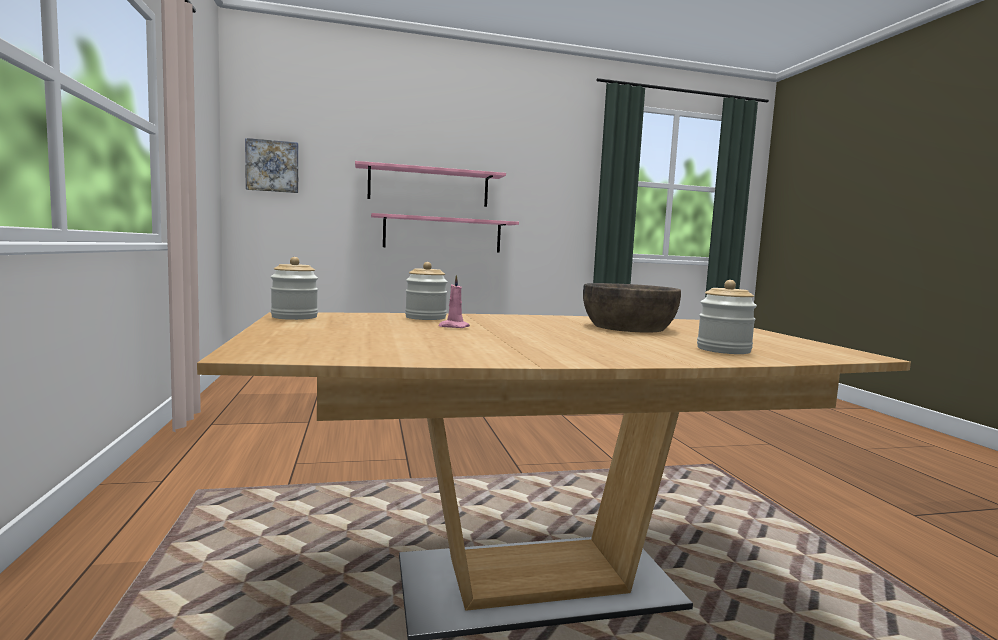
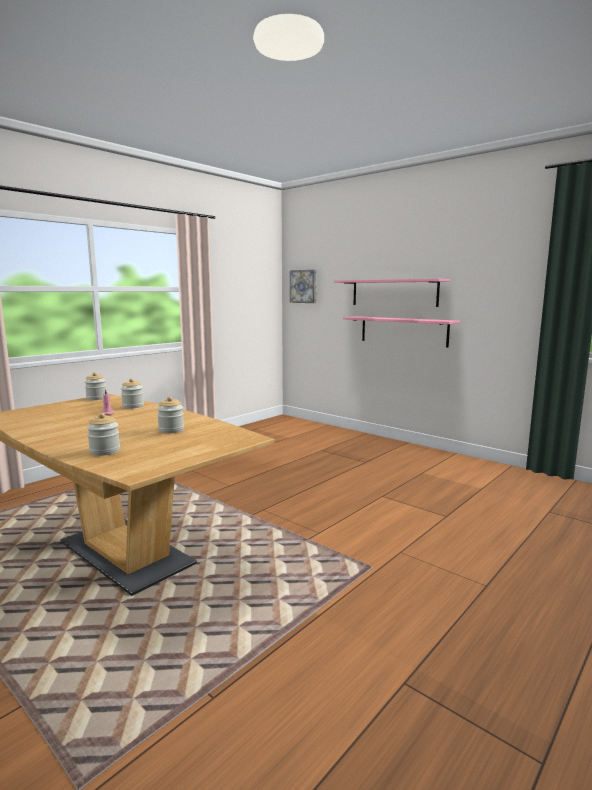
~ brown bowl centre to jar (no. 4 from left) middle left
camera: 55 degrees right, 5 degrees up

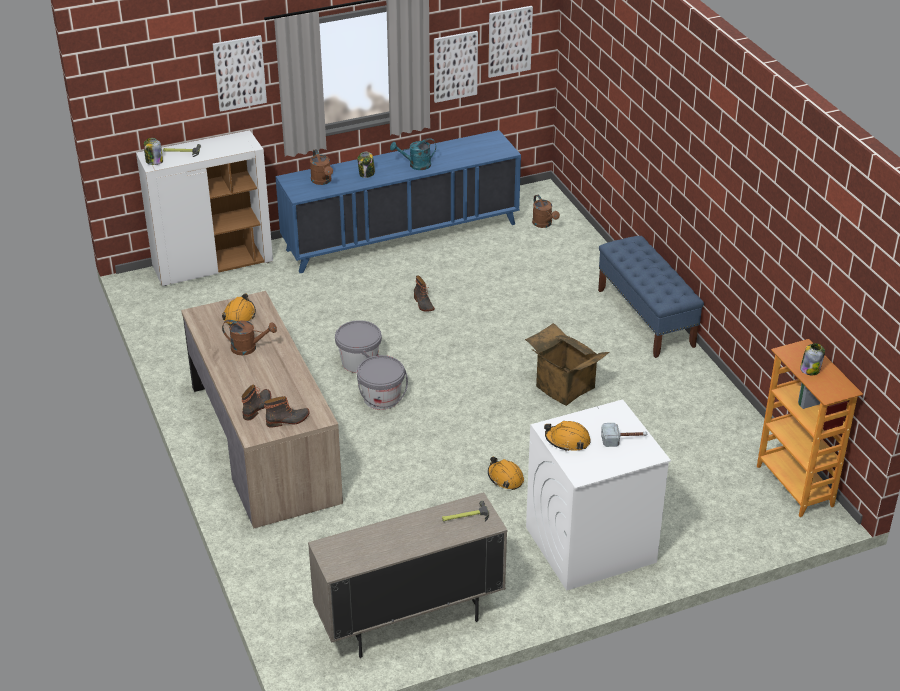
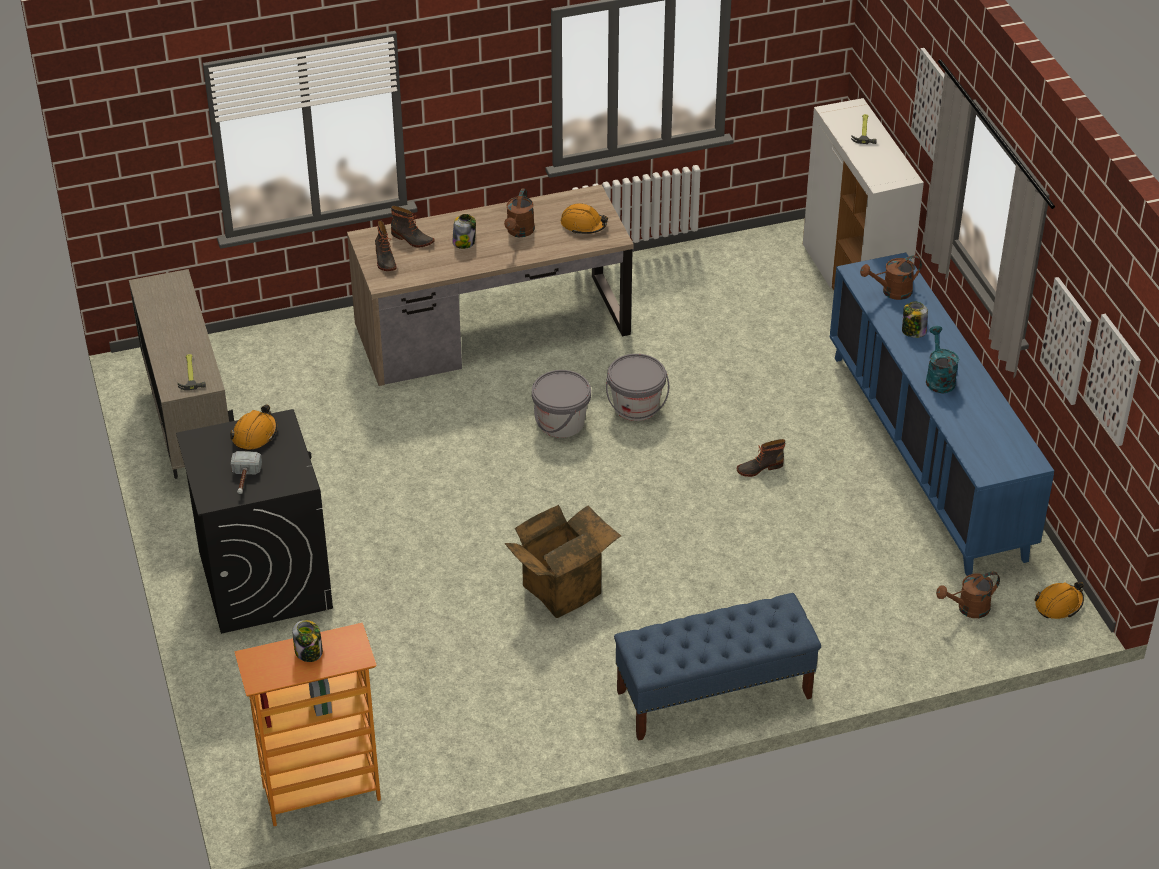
~ jar (no. 1 from left in the first image) top left to jar (no. 2 from left) top centre
~ orange hard hat (no. 2 from left in the first image) bottom centre to orange hard hat (no. 3 from left) bottom right
~ white washing machine bottom centre to black washing machine middle left
camera: 95 degrees right, 5 degrees up

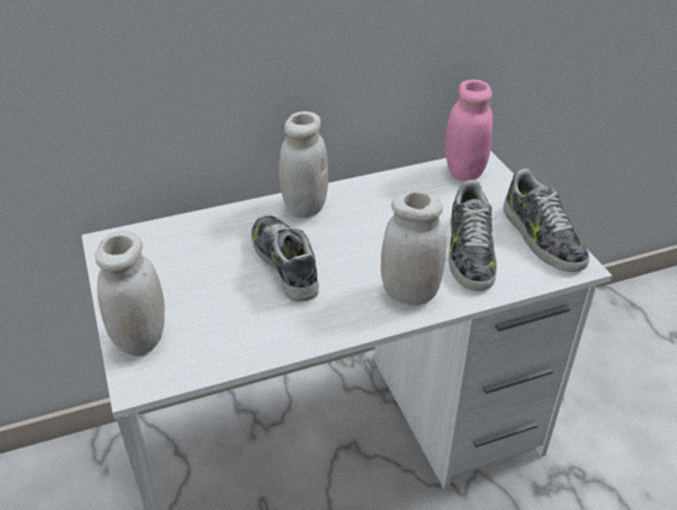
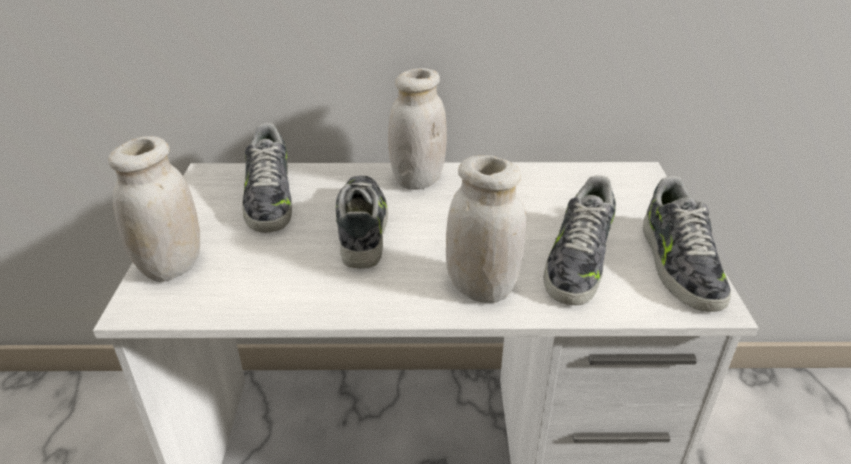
- pink jar top right
+ shoe (no. 1 from left) middle left
camera: 20 degrees right, 5 degrees down

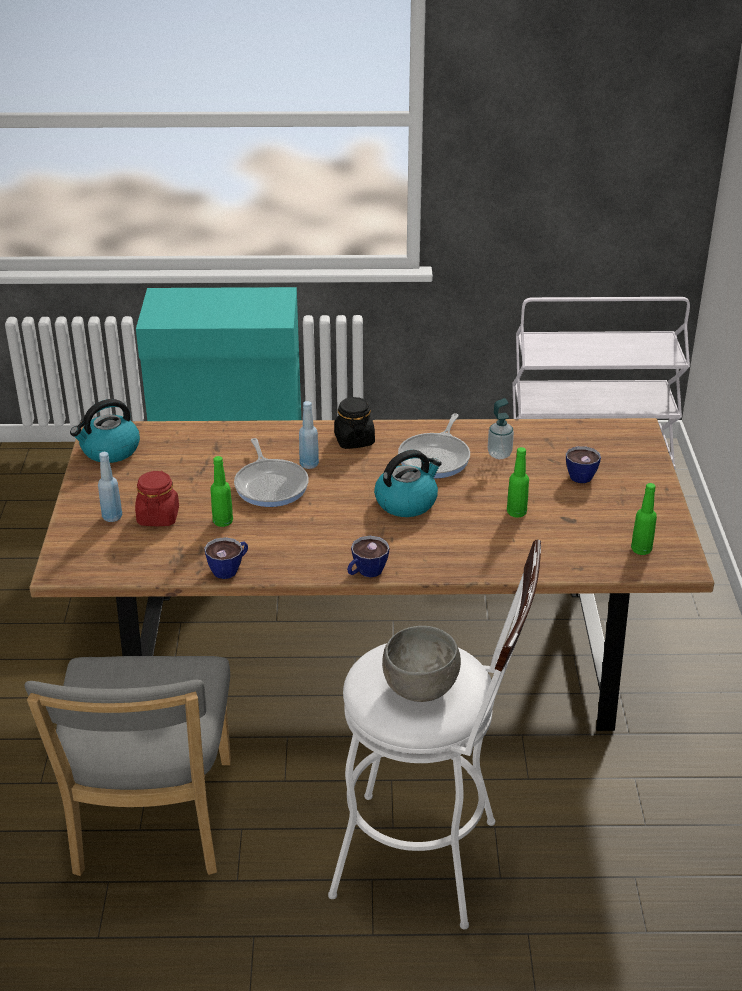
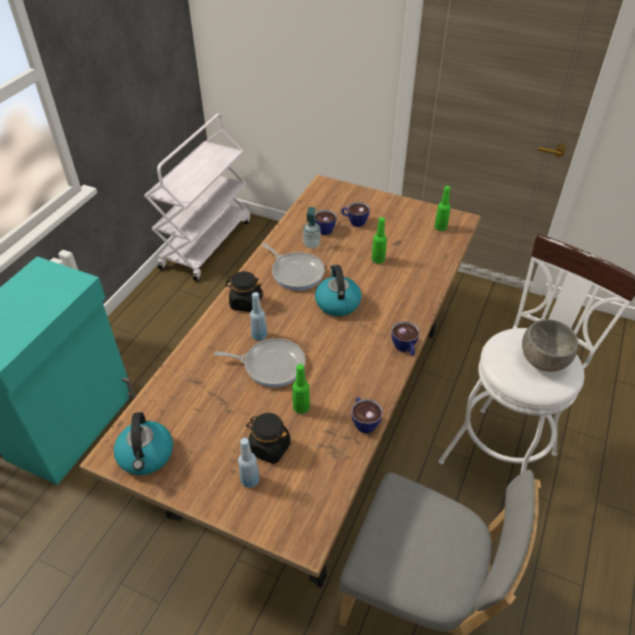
+ cup (no. 1 from left) centre
~ red jar middle left to black jar (no. 2 from left) bottom centre
camera: 65 degrees left, 10 degrees up

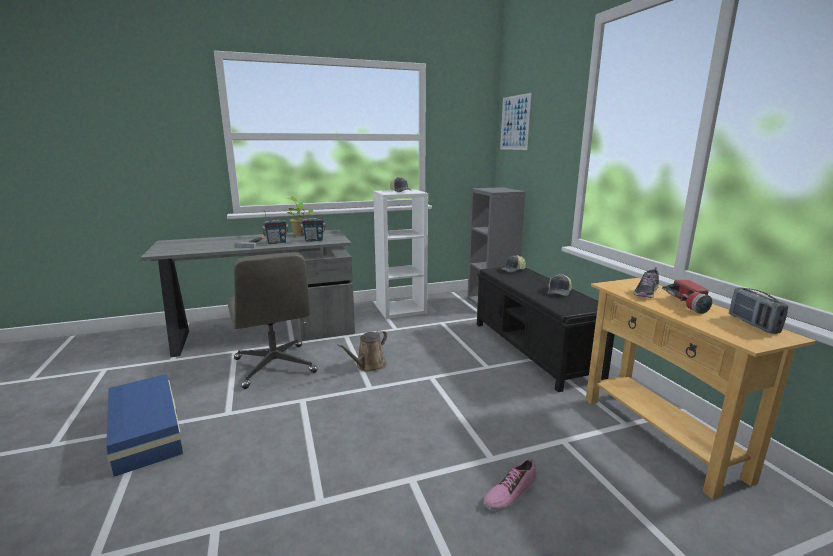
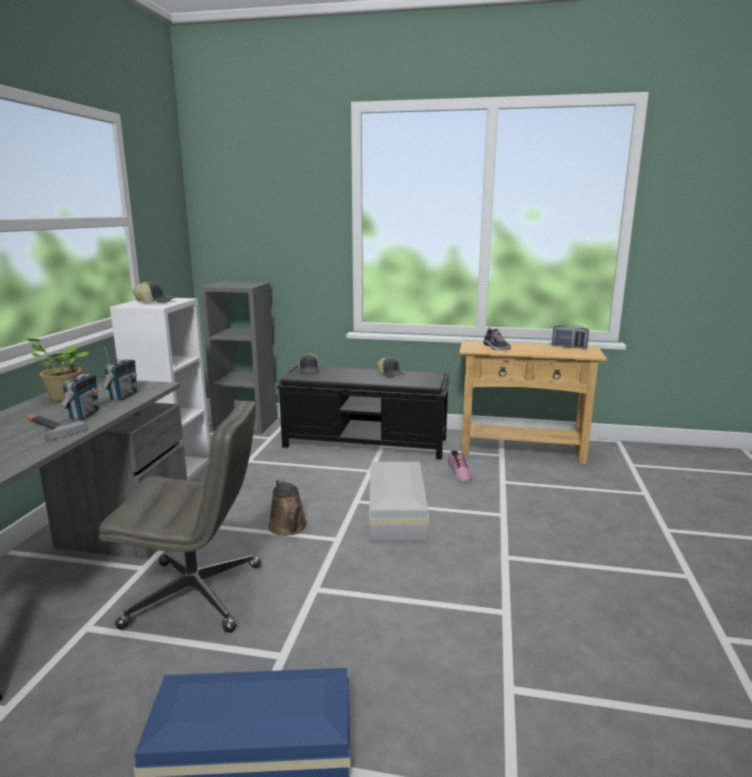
- picture top centre
- flashlight middle right
+ white storage box centre
~ shoe (no. 1 from left) bottom centre to centre
camera: 60 degrees left, 0 degrees up

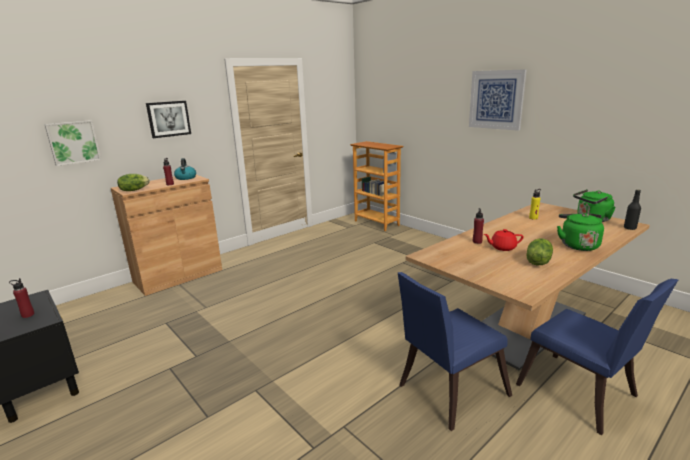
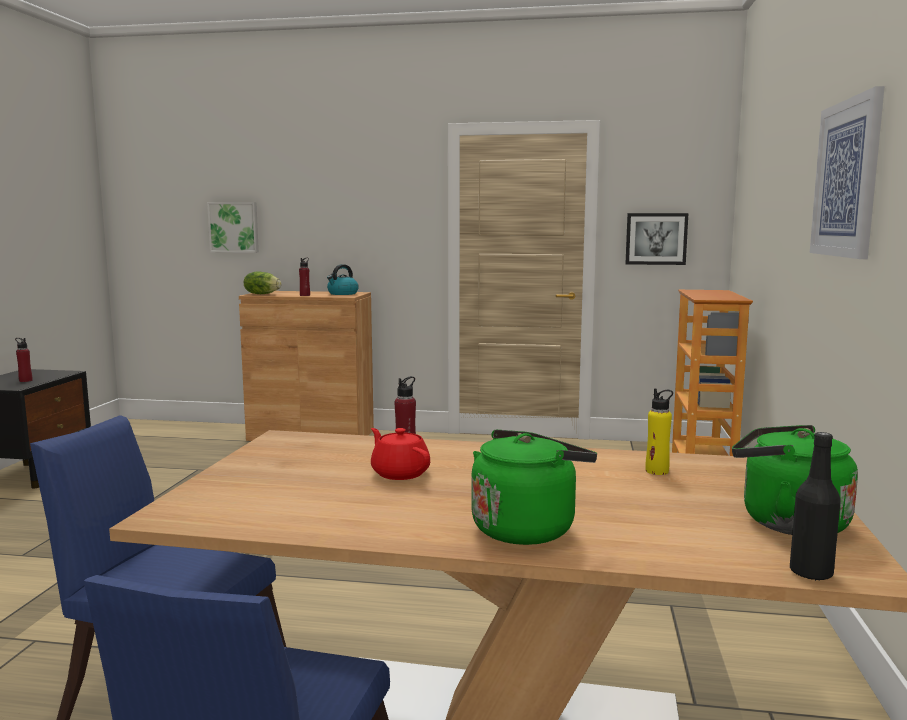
- lettuce (no. 2 from left) middle right
~ picture (no. 2 from left) top left to top right
camera: 50 degrees right, 10 degrees down

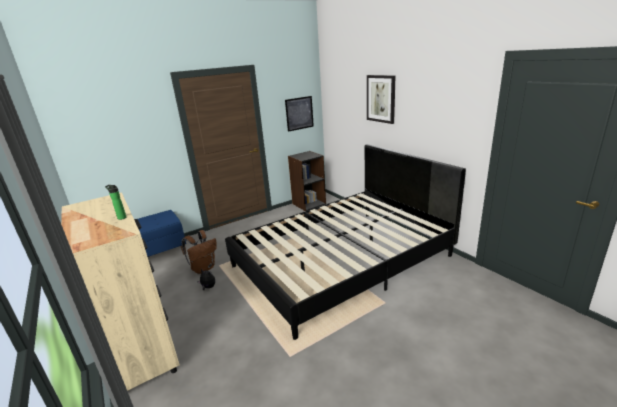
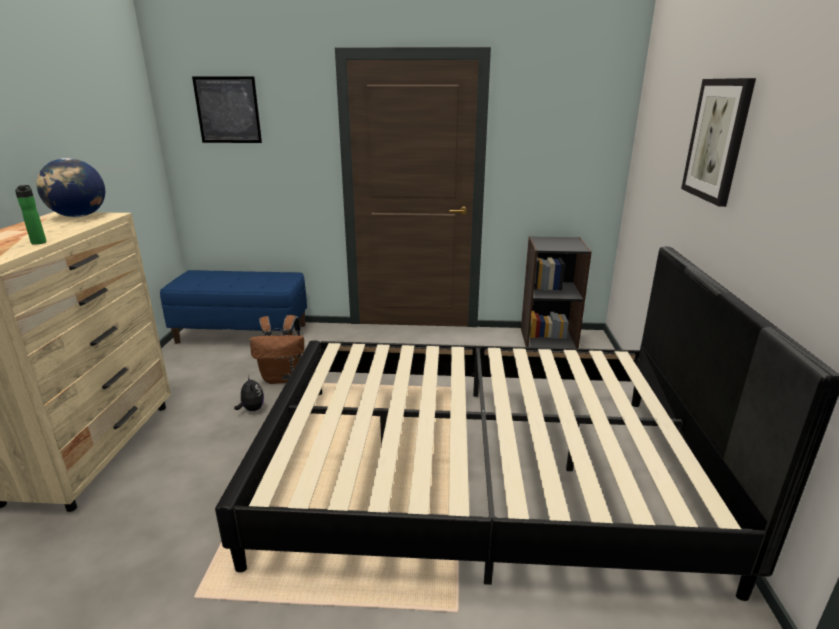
+ globe top left
~ picture (no. 1 from left) top centre to top left
camera: 35 degrees right, 0 degrees up

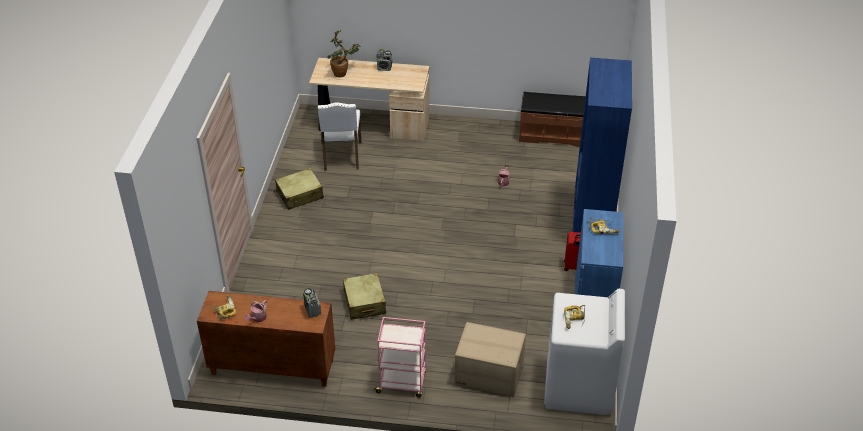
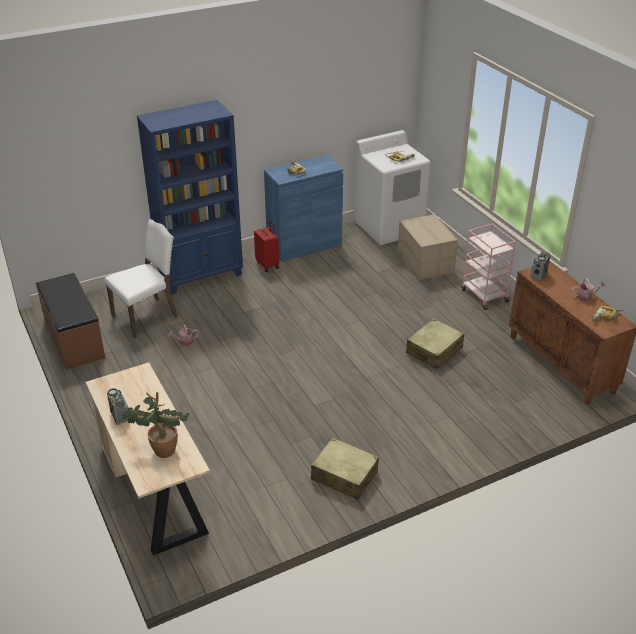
~ white chair top centre to middle left
camera: 125 degrees left, 5 degrees down

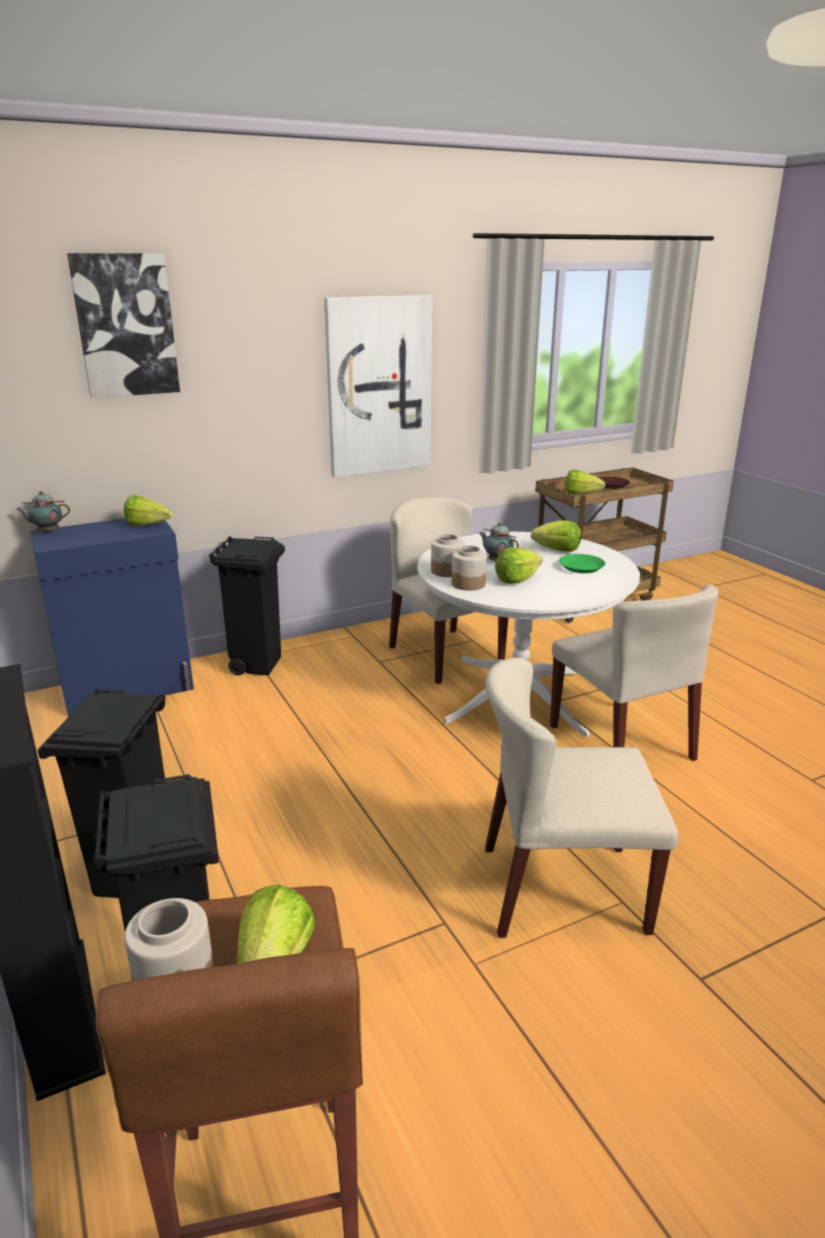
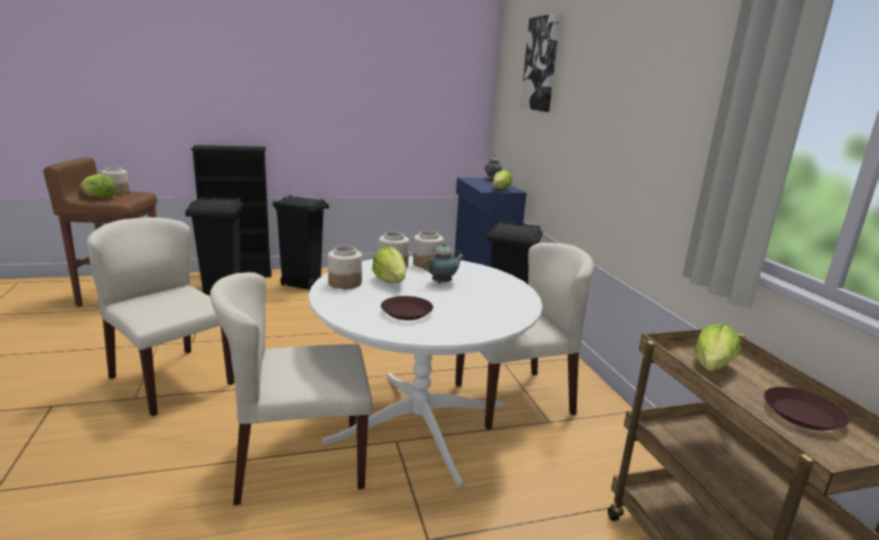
- picture (no. 2 from left) top centre
- lettuce (no. 4 from left) middle right
+ jar (no. 2 from left) centre
~ green plate middle right to brown plate (no. 1 from left) centre
~ beige chair (no. 2 from left in the first image) middle right = middle left 60 degrees counterclockwise
camera: 100 degrees right, 5 degrees down

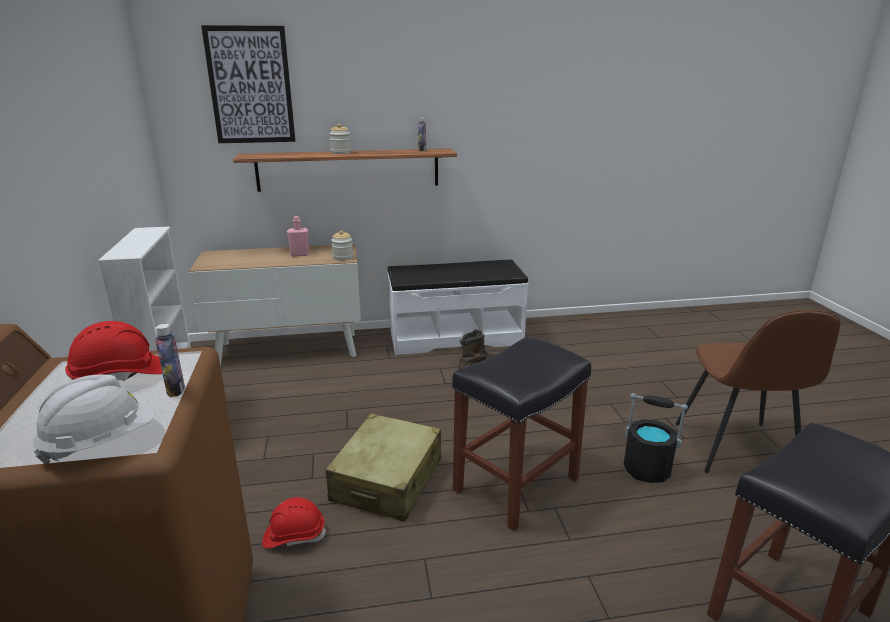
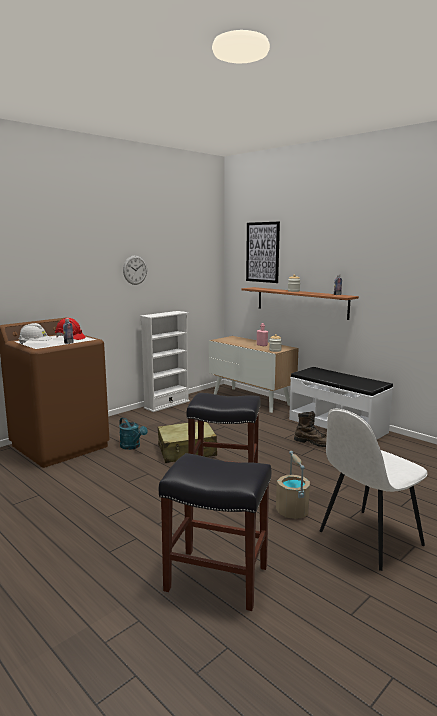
+ wall clock middle left
~ red hard hat (no. 2 from left) bottom left to turquoise watering can middle left
~ black bucket bottom right to beige bucket bottom right
~ brown chair middle right to white chair bottom right
camera: 55 degrees right, 10 degrees down

